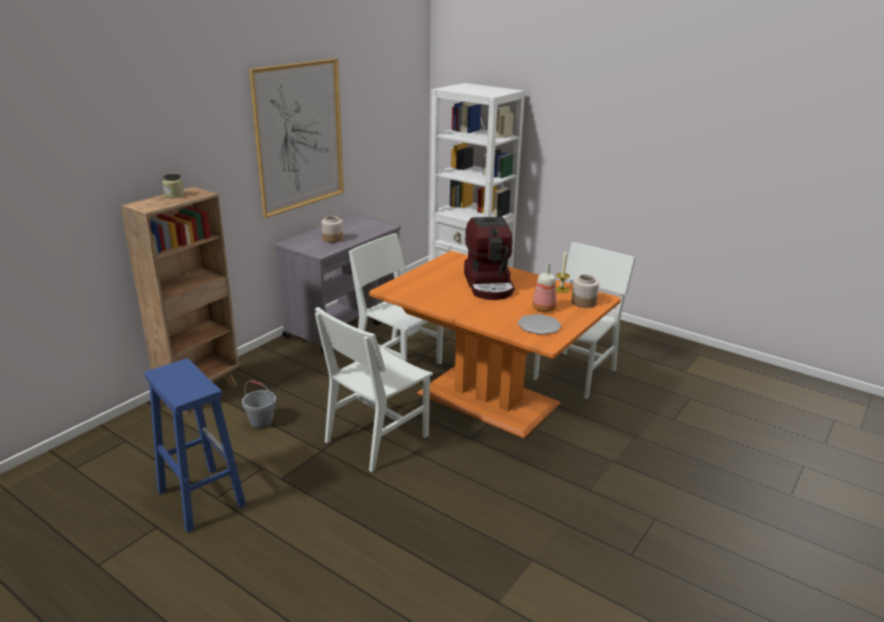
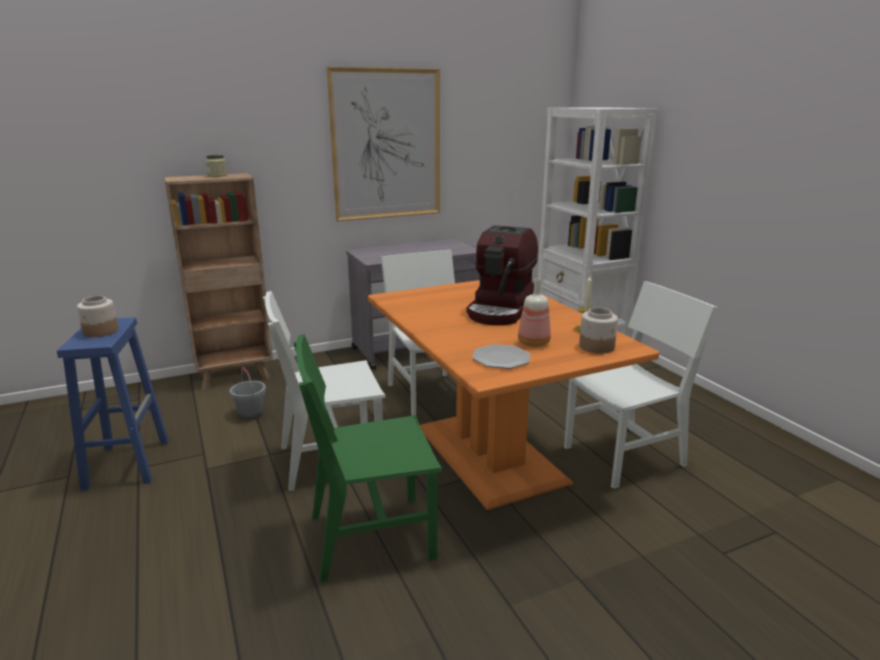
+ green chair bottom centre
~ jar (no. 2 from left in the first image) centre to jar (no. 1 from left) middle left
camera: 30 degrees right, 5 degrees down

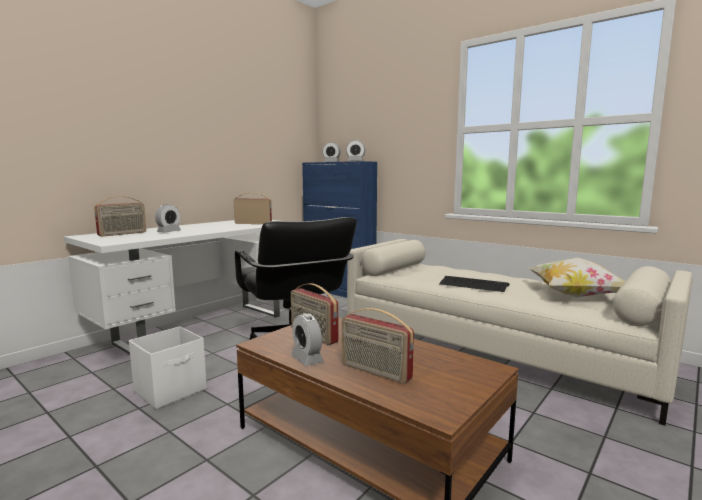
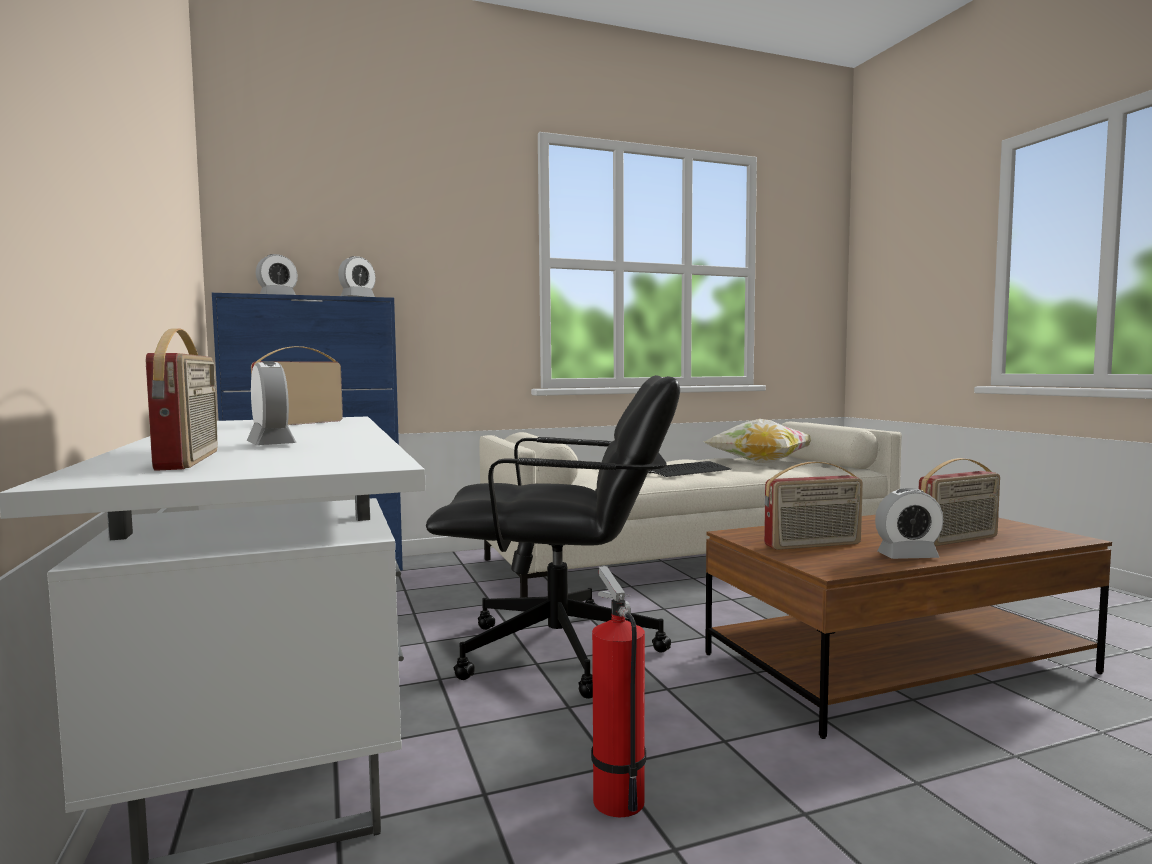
~ white storage box bottom left to fire extinguisher bottom centre
camera: 60 degrees left, 5 degrees down

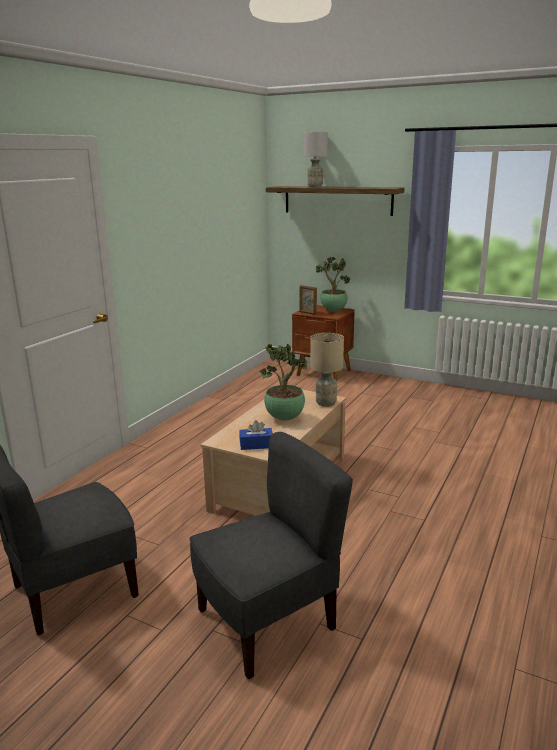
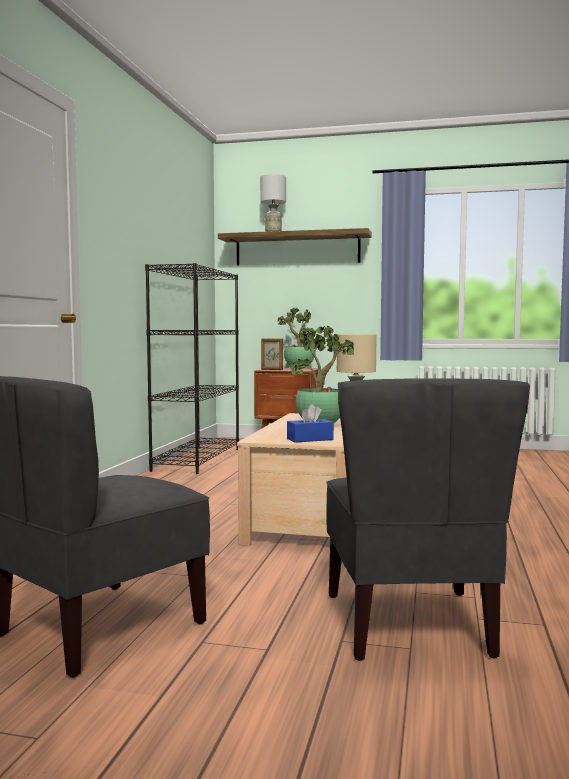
+ black bookcase centre
~ grey chair (no. 2 from left) bottom centre = middle right 135 degrees clockwise
camera: 15 degrees left, 15 degrees down

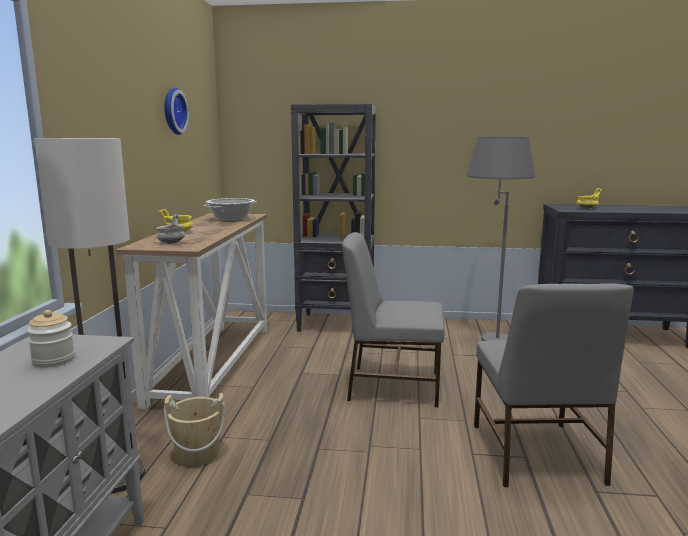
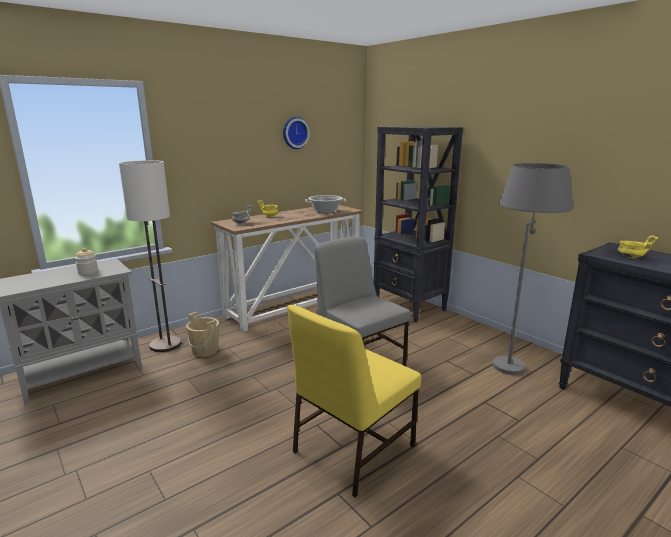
~ grey chair (no. 2 from left) bottom right to yellow chair bottom centre
camera: 45 degrees right, 5 degrees up

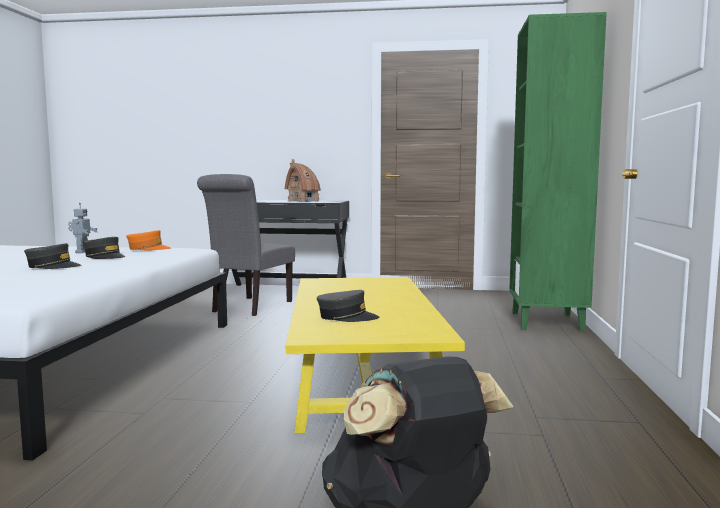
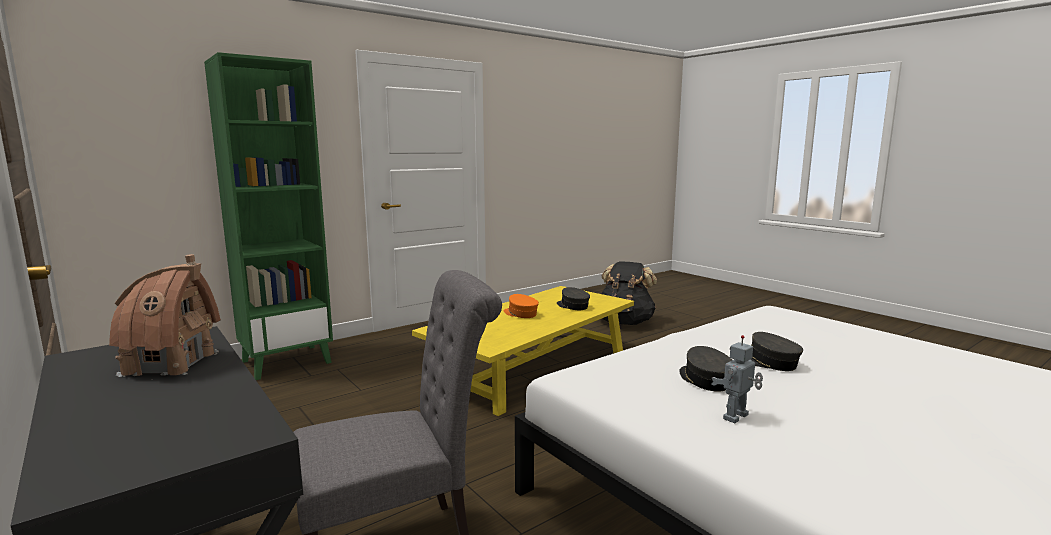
~ orange cap middle left to centre
camera: 135 degrees left, 5 degrees up

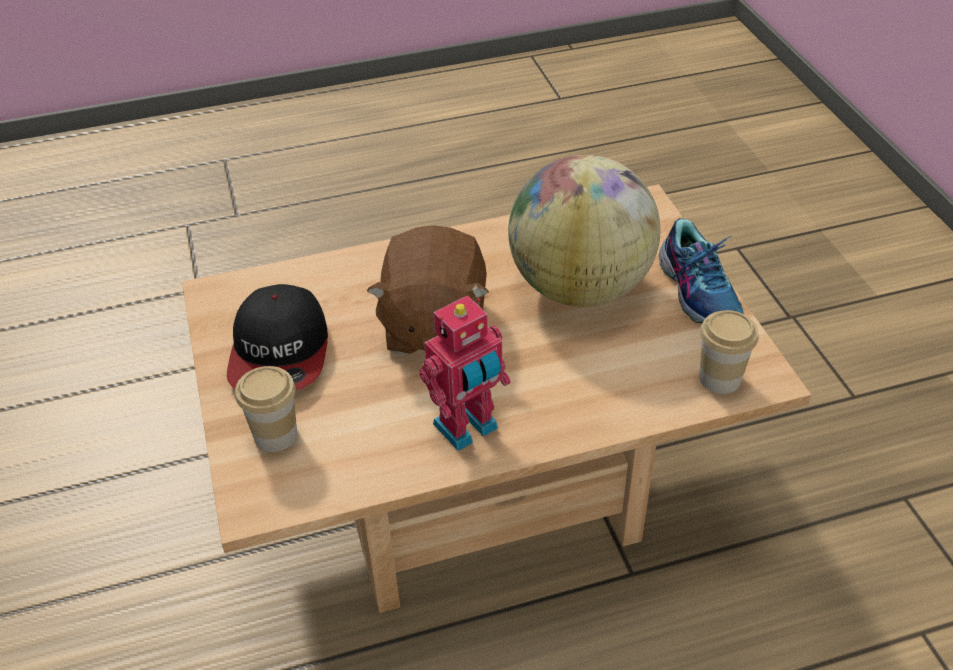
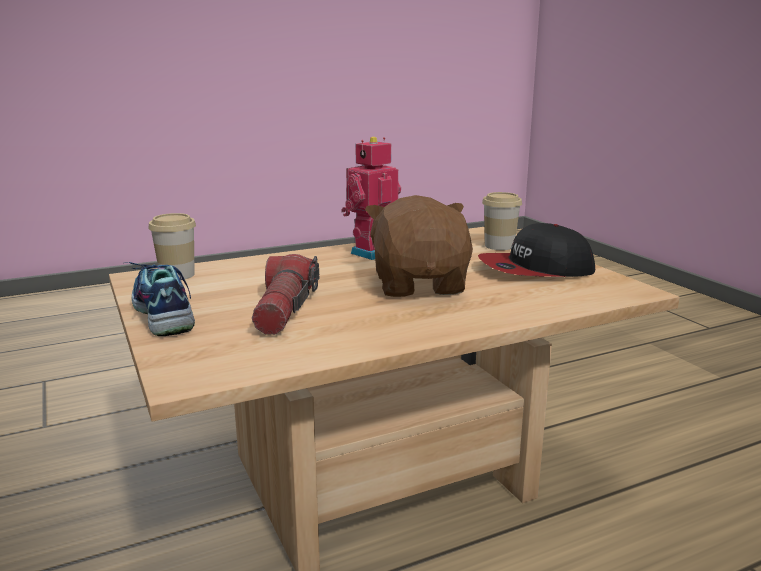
~ globe centre to flashlight centre
~ cap middle left = middle right 90 degrees counterclockwise
camera: 170 degrees right, 25 degrees down

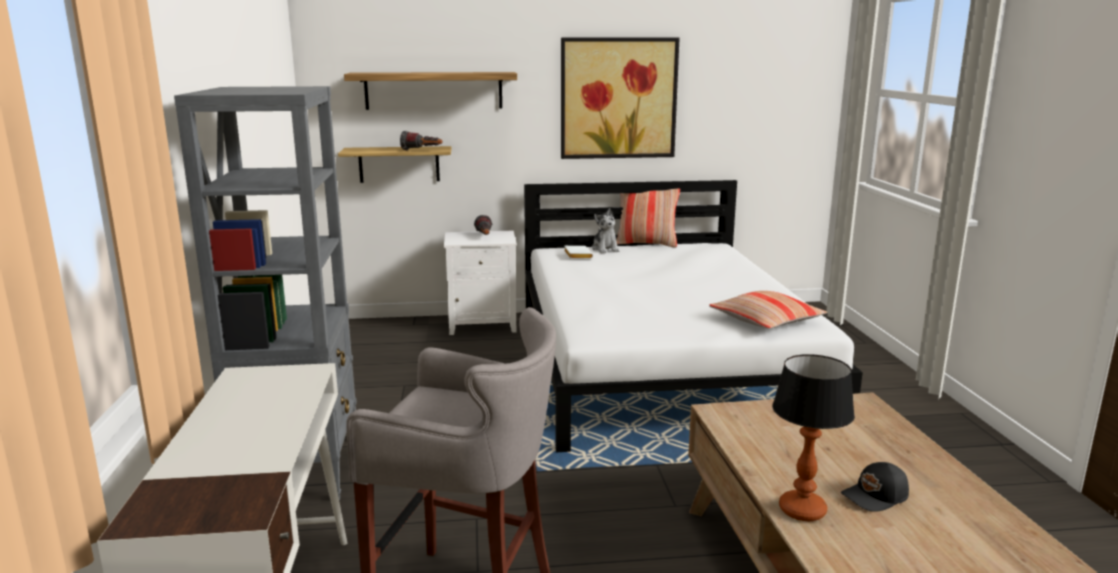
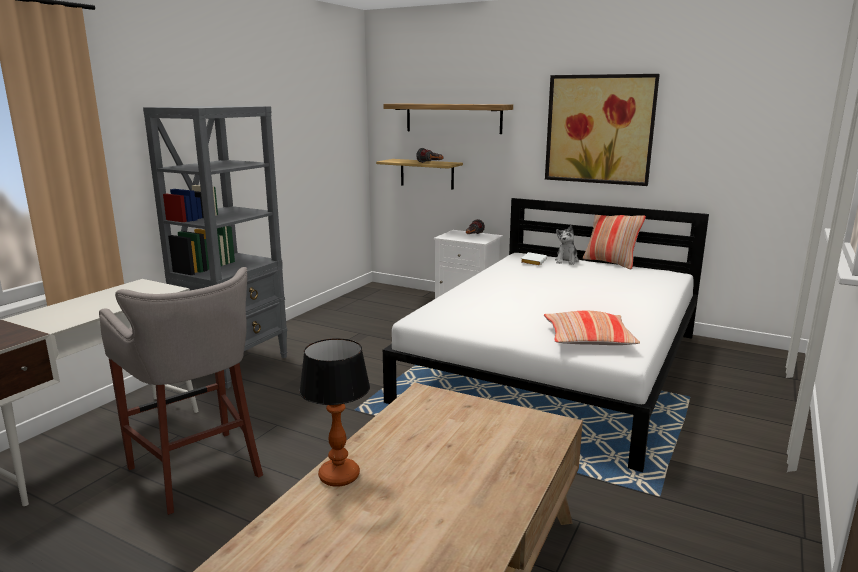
- black cap bottom right
camera: 35 degrees right, 0 degrees up

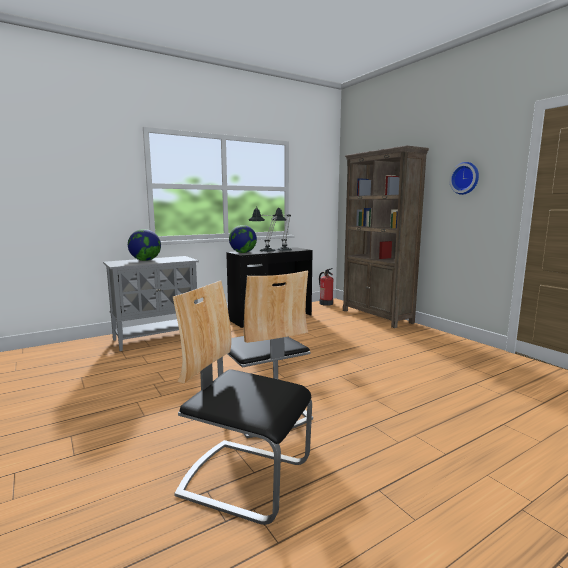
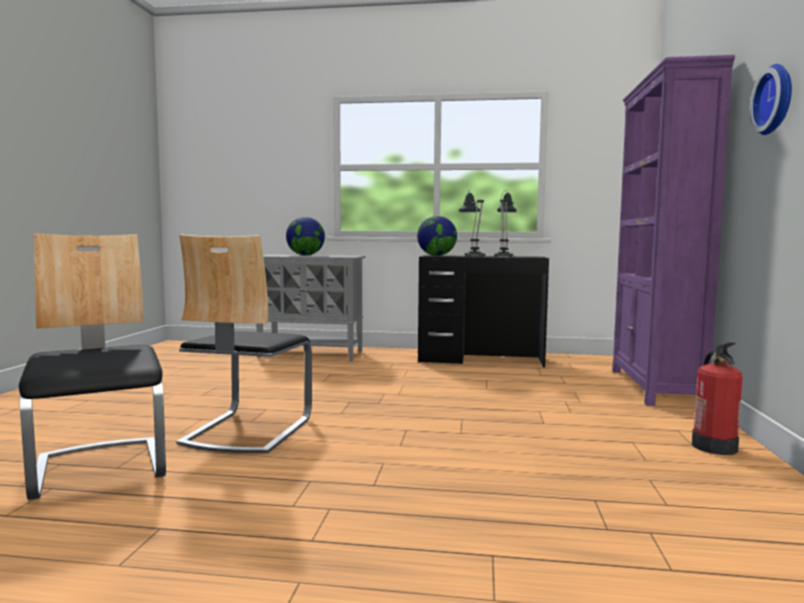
~ fire extinguisher centre to middle right
~ brown bookcase middle right to purple bookcase middle right
camera: 40 degrees right, 5 degrees down

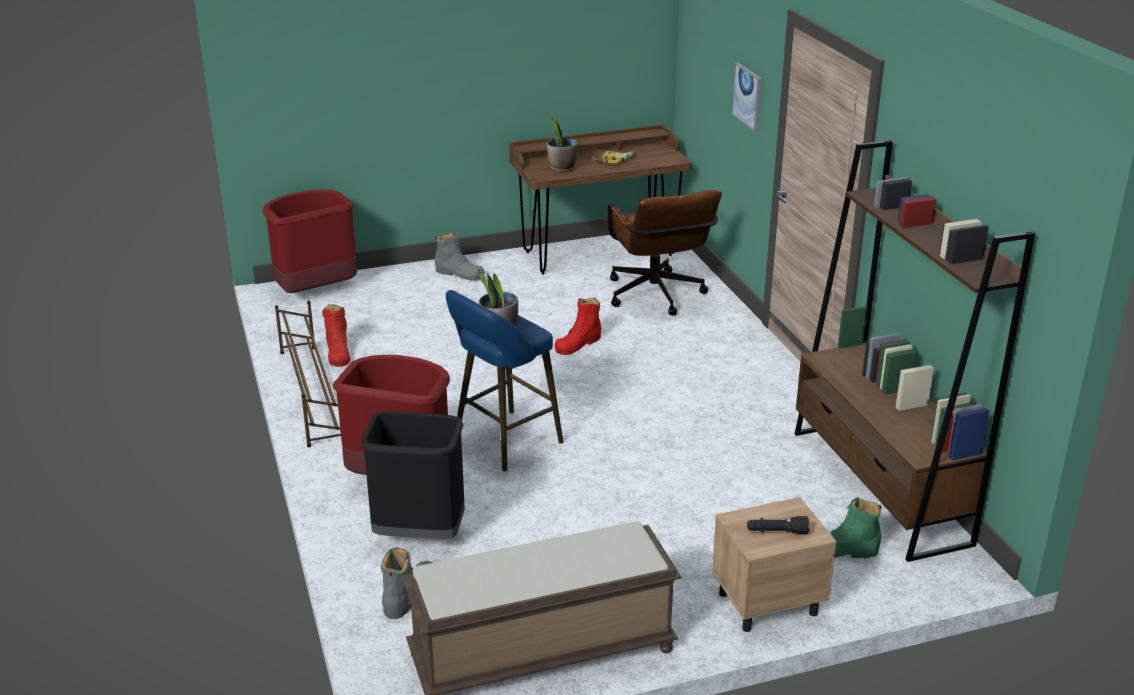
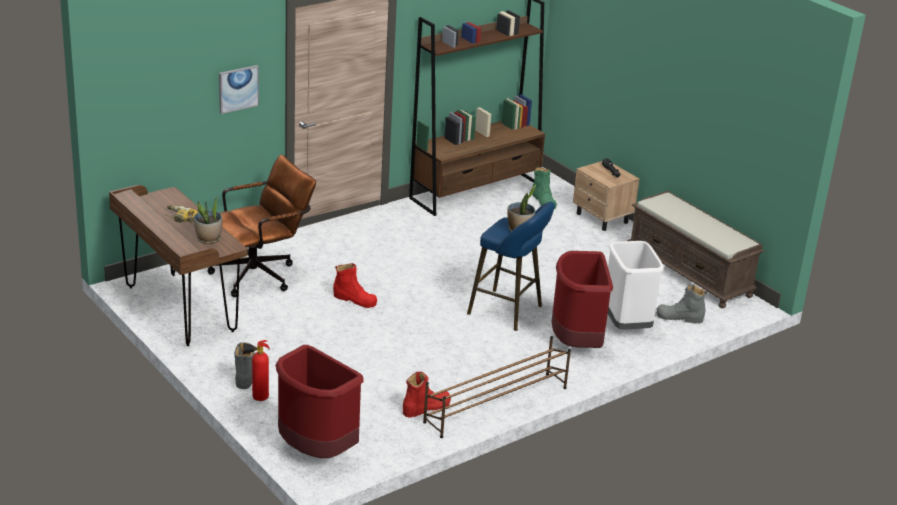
+ fire extinguisher bottom left
~ black trash can bottom centre to white trash can middle right
camera: 110 degrees left, 0 degrees up

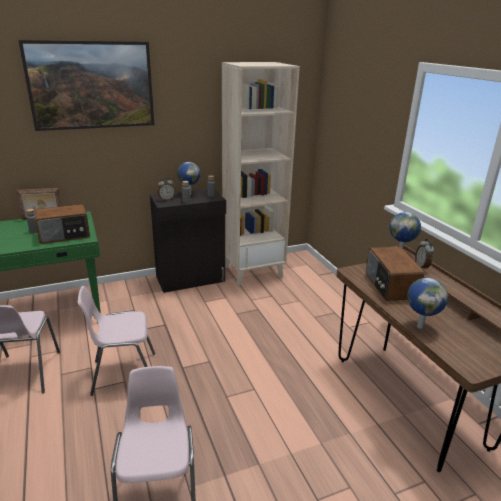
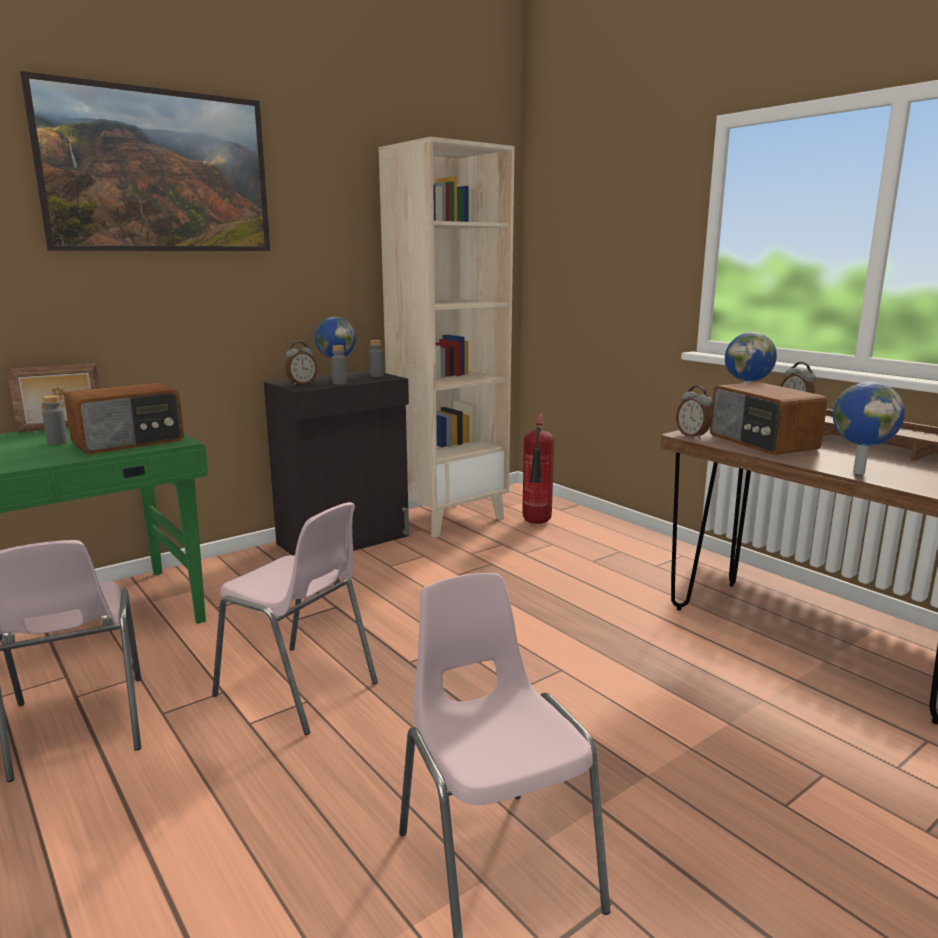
+ fire extinguisher centre
+ alarm clock (no. 2 from left) middle right
~ pink chair (no. 2 from left) bottom left = middle left 120 degrees counterclockwise
camera: 15 degrees left, 10 degrees down

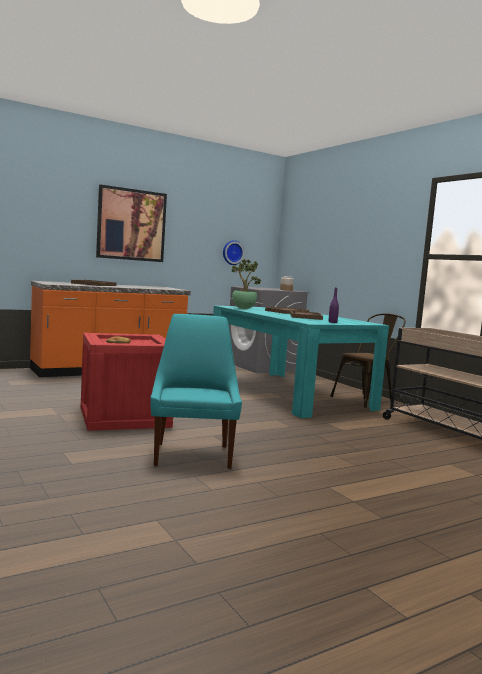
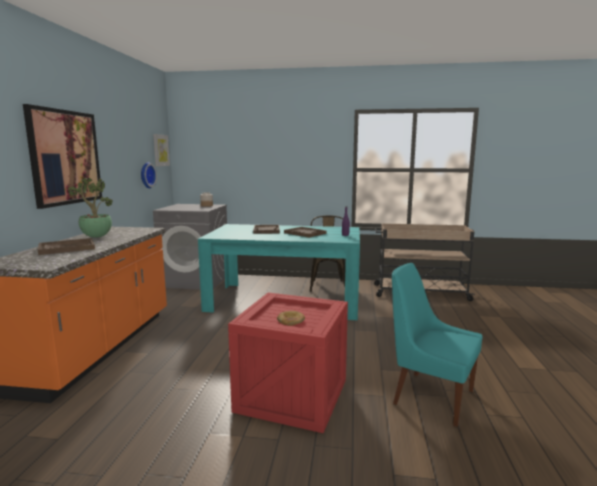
+ picture (no. 2 from left) top left
~ potted plant centre to middle left
camera: 50 degrees left, 5 degrees up

